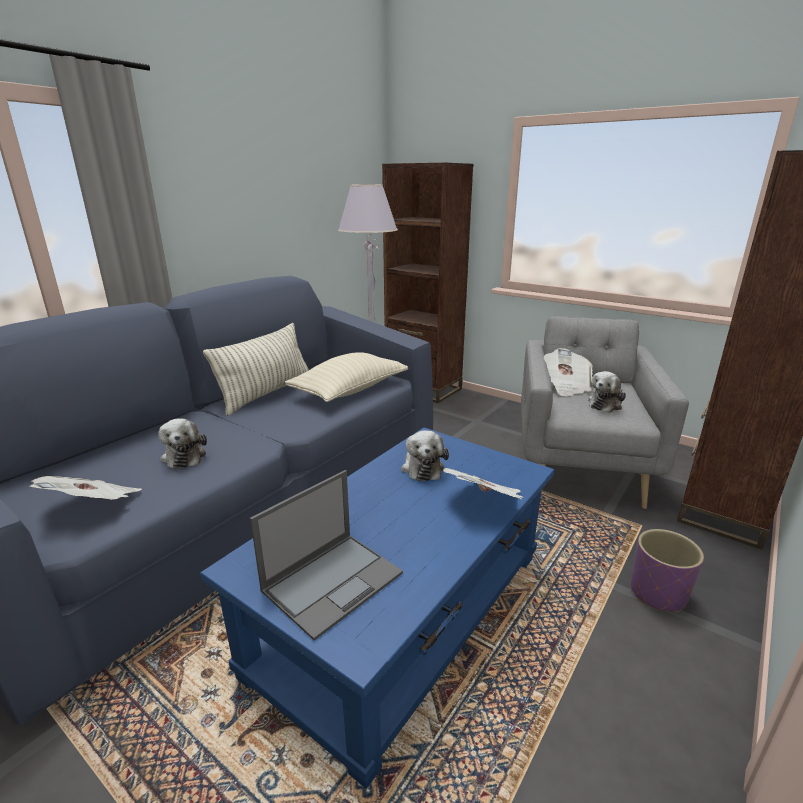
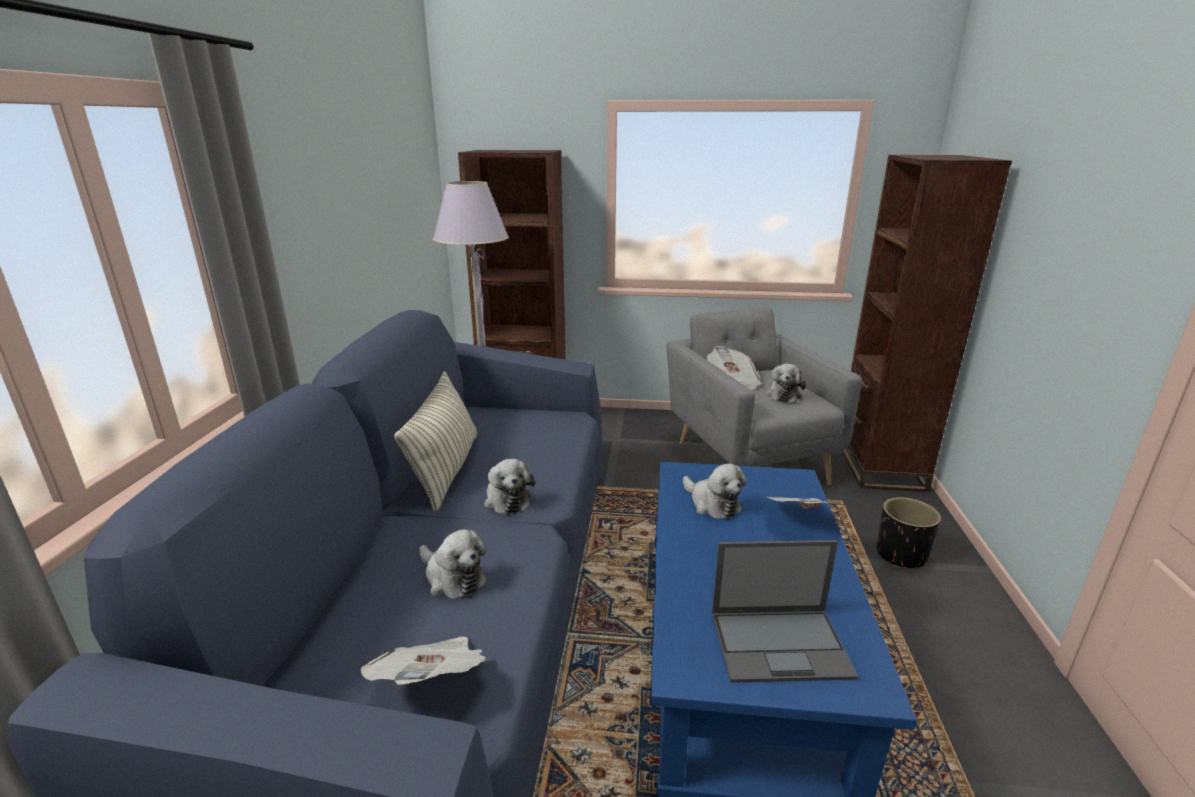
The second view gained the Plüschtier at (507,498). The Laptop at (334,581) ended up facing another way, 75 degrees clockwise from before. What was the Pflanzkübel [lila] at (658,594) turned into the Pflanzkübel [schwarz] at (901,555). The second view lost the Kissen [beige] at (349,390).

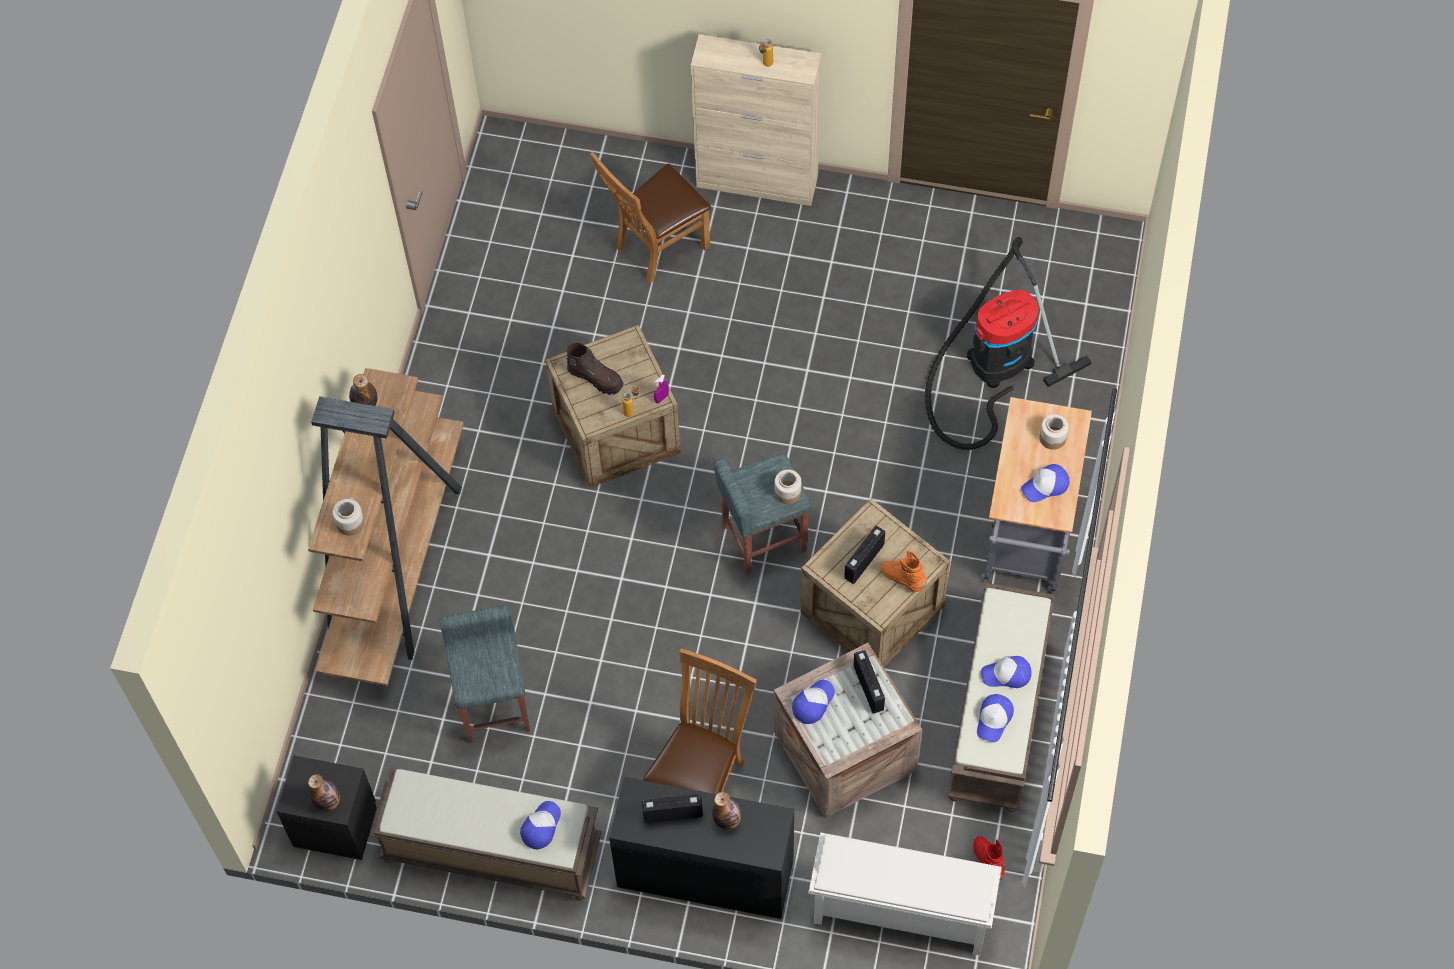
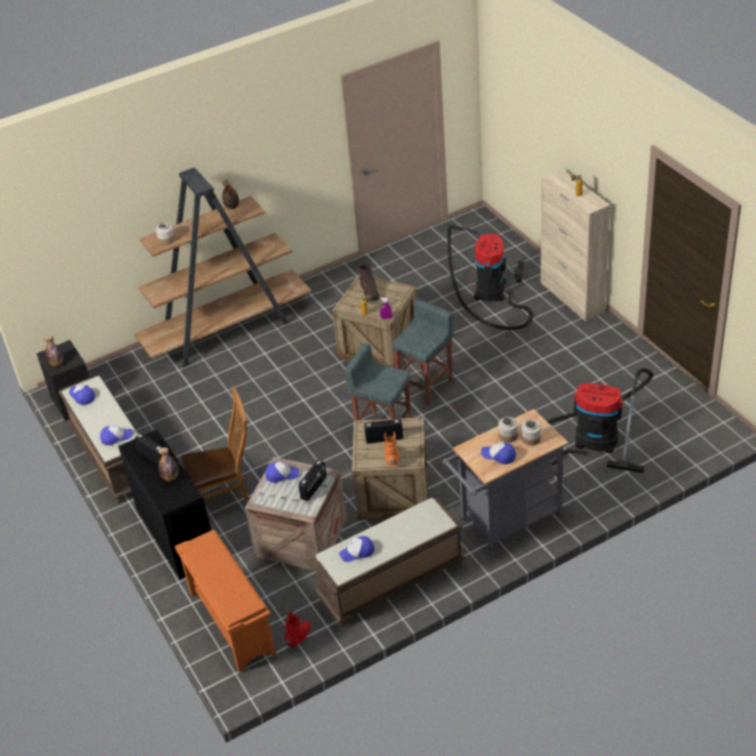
The Kappe ended up elsewhere, having gone from (1006,675) to (82,396). What was the Schuhregal [weiß] at (899,913) turned into the Schuhregal [orange] at (230,622). The Hocker [grau] ended up elsewhere, having gone from (495,704) to (426,386). Where the Stuhl [braun] stood at (656,248), the Staubsauger came to stand at (490,293). The Vorratsglas ended up elsewhere, having gone from (788,492) to (508,436).

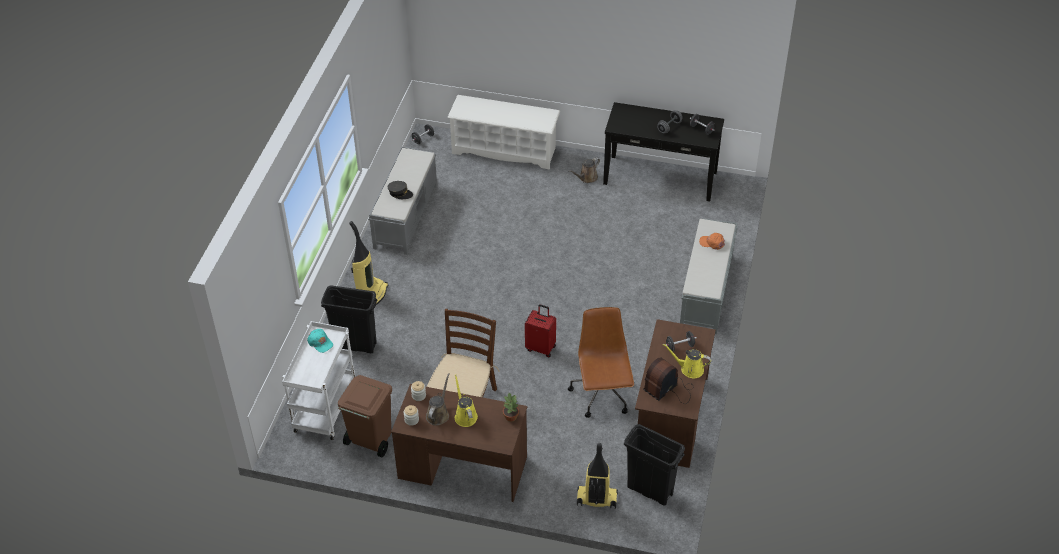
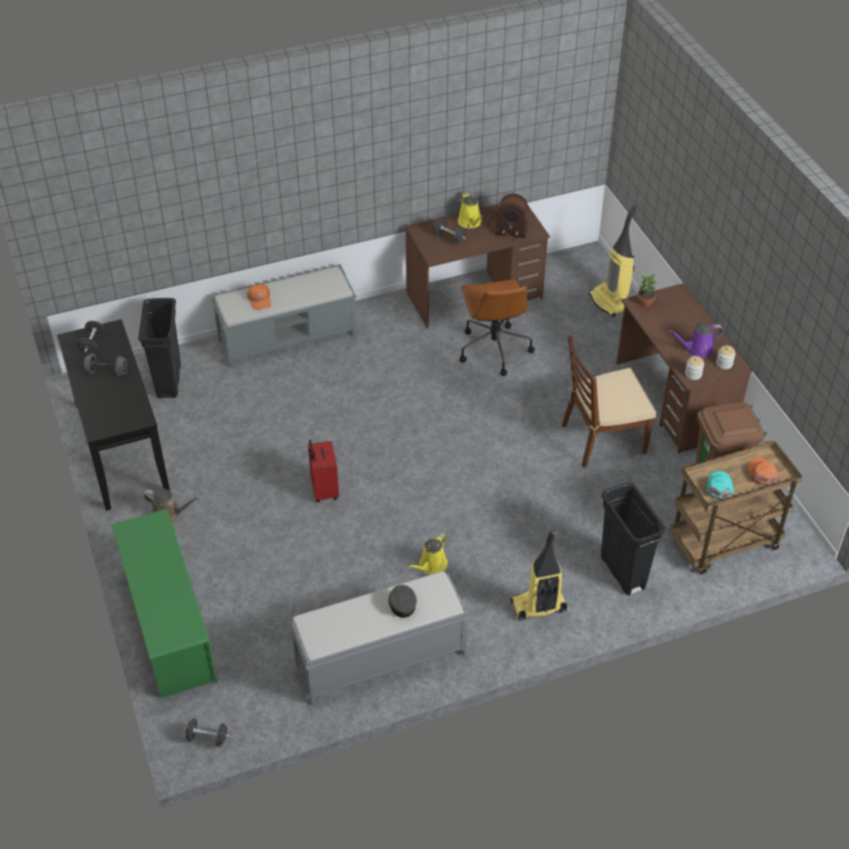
What was the Schuhregal [weiß] at (505,150) turned into the Schuhregal [grün] at (169,626). The Mülleimer [schwarz] ended up elsewhere, having gone from (650,490) to (169,381). The Koffer [rot] ended up elsewhere, having gone from (541,347) to (323,490). The Gießkanne [gelb] ended up elsewhere, having gone from (465,415) to (431,565). The Bürostuhl [braun] at (602,395) ended up facing another way, 60 degrees counterclockwise from before. What was the Gießkanne [braun] at (438,414) turned into the Gießkanne [lila] at (697,350). What was the Rollwagen [weiß] at (324,407) turned into the Rollwagen [braun] at (723,544). The second view gained the Kappe [orange] at (761,472).

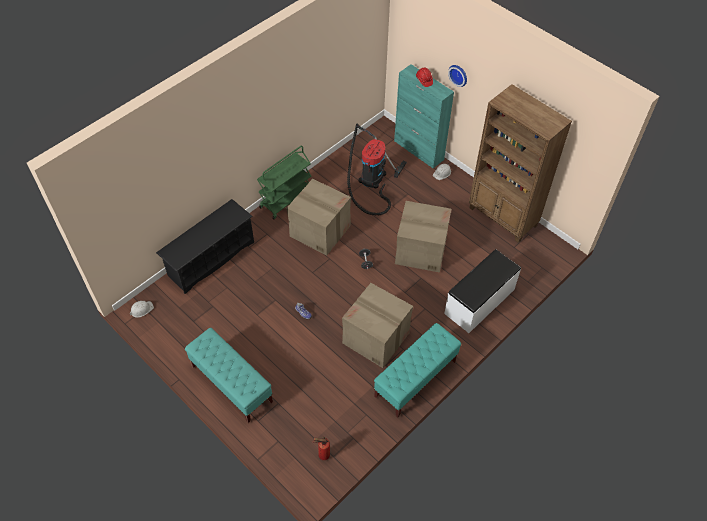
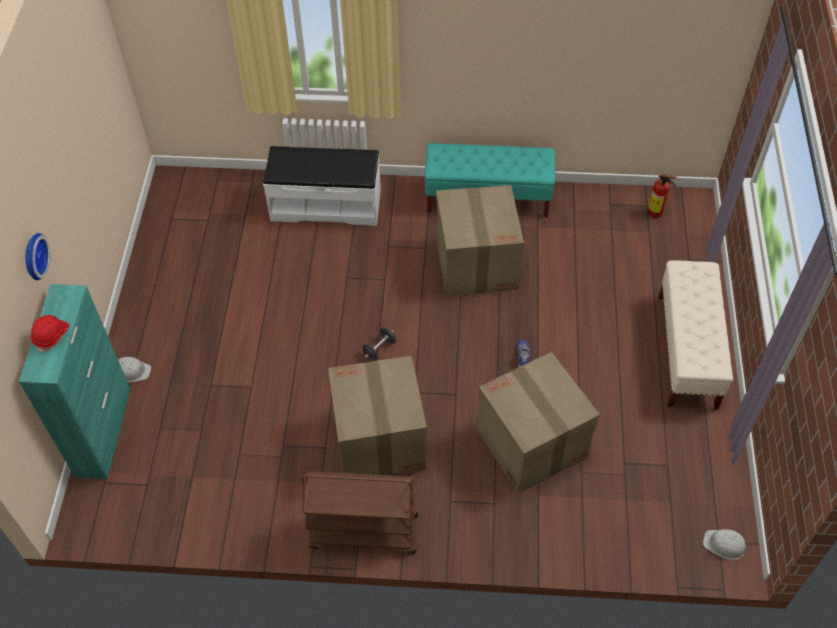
What was the Rollwagen [grün] at (286,199) turned into the Rollwagen [braun] at (362,532). The Karton ended up elsewhere, having gone from (420,250) to (532,443). What was the Bank [türkis] at (231,384) turned into the Bank [beige] at (687,352). The second view lost the Schuhregal [schwarz] at (211,259). The second view lost the Staubsauger at (371,180). The second view lost the Bücherregal [braun] at (503,217).

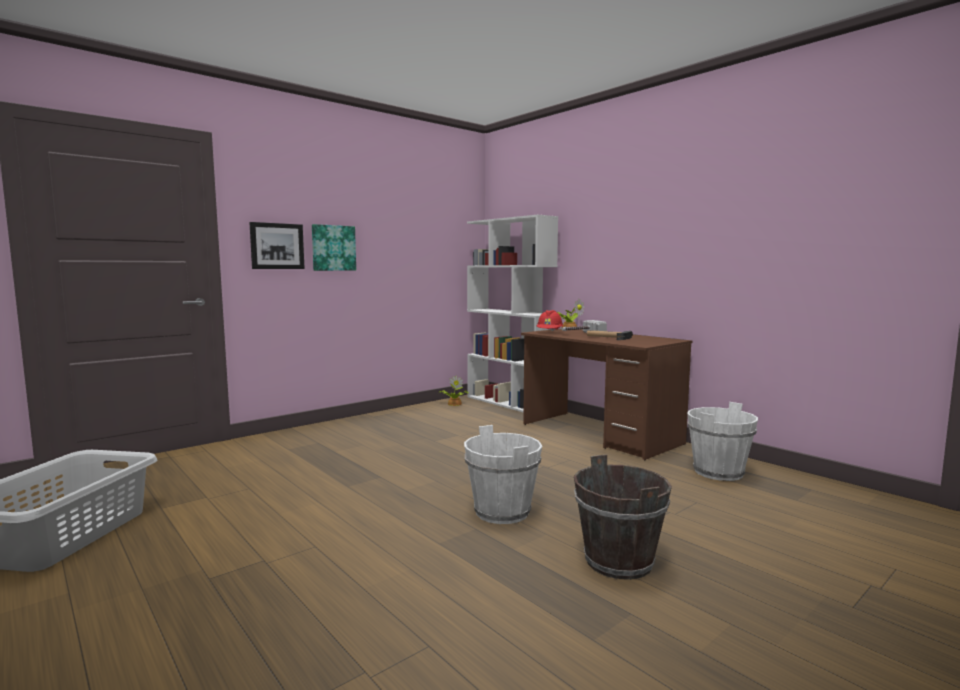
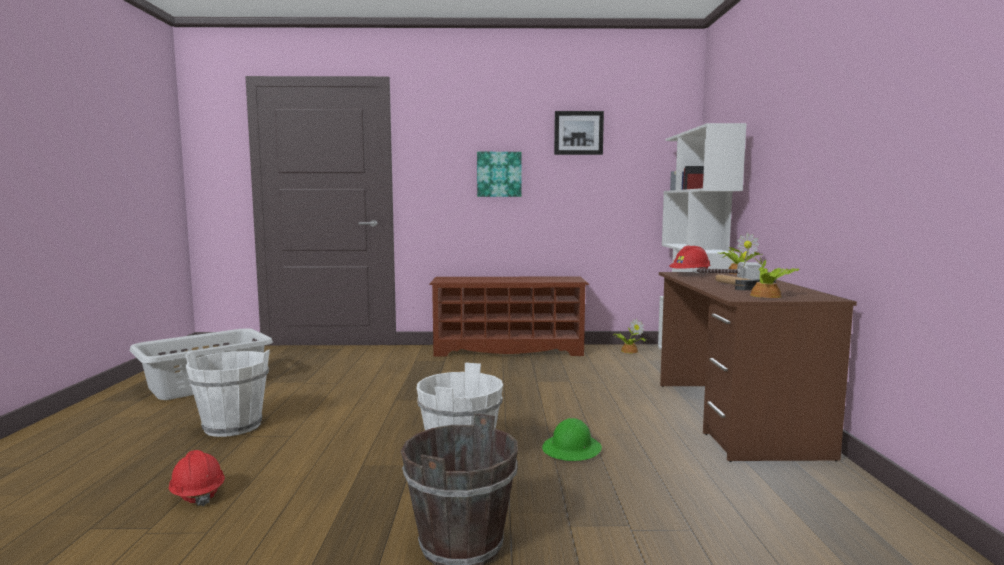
The second view gained the Schutzhelm [rot] at (197,494). The Eimer [weiß] ended up elsewhere, having gone from (718,472) to (232,426). The second view gained the Schuhregal [braun] at (509,350). The second view gained the Schutzhelm [grün] at (572,449). The Bild ended up elsewhere, having gone from (277,246) to (578,133). The second view gained the Topfpflanze at (767,296).

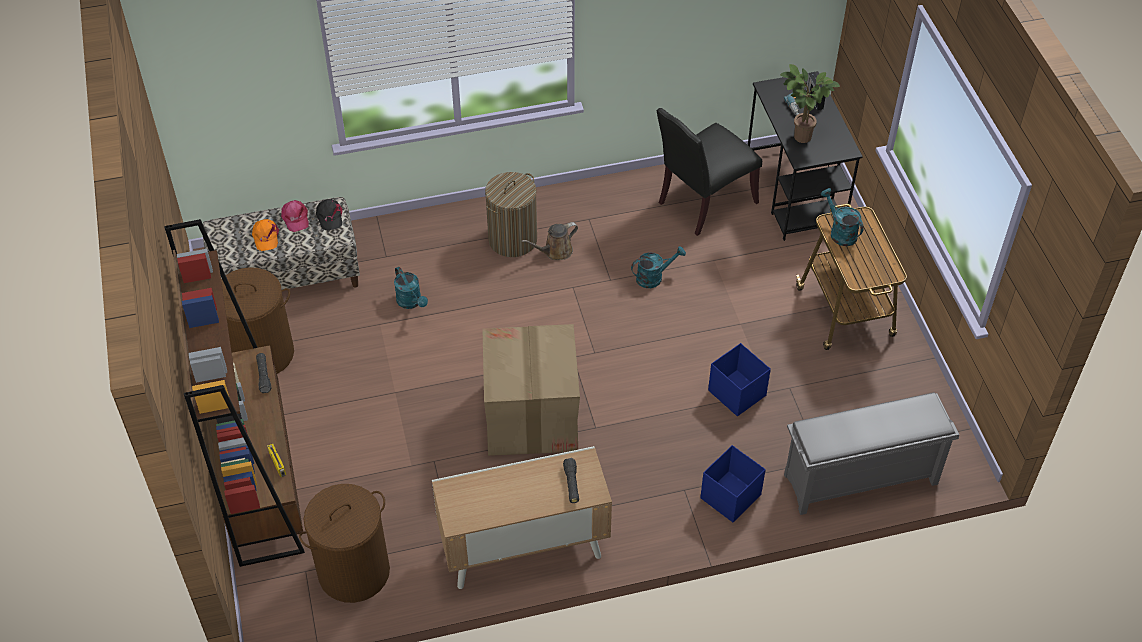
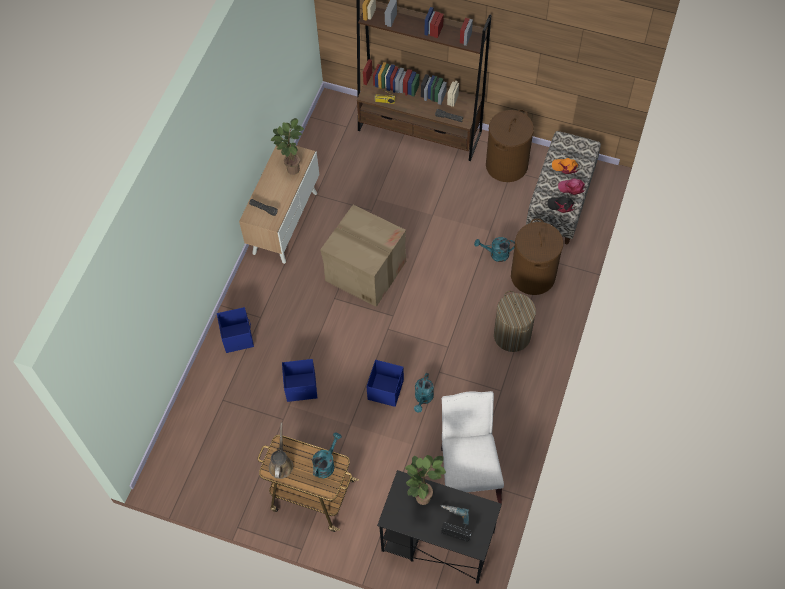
The Gießkanne [braun] ended up elsewhere, having gone from (555,251) to (281,464). The second view gained the Topfpflanze at (292,167). The Gießkanne [türkis] at (840,232) ended up facing another way, 60 degrees counterclockwise from before. The second view gained the Aufbewahrungsbox [blau] at (386,389). What was the Stuhl [schwarz] at (703,203) turned into the Stuhl [weiß] at (467,472). The Wäschekorb [braun] ended up elsewhere, having gone from (354,571) to (533,276). The second view lost the Schuhregal [grau] at (859,480).

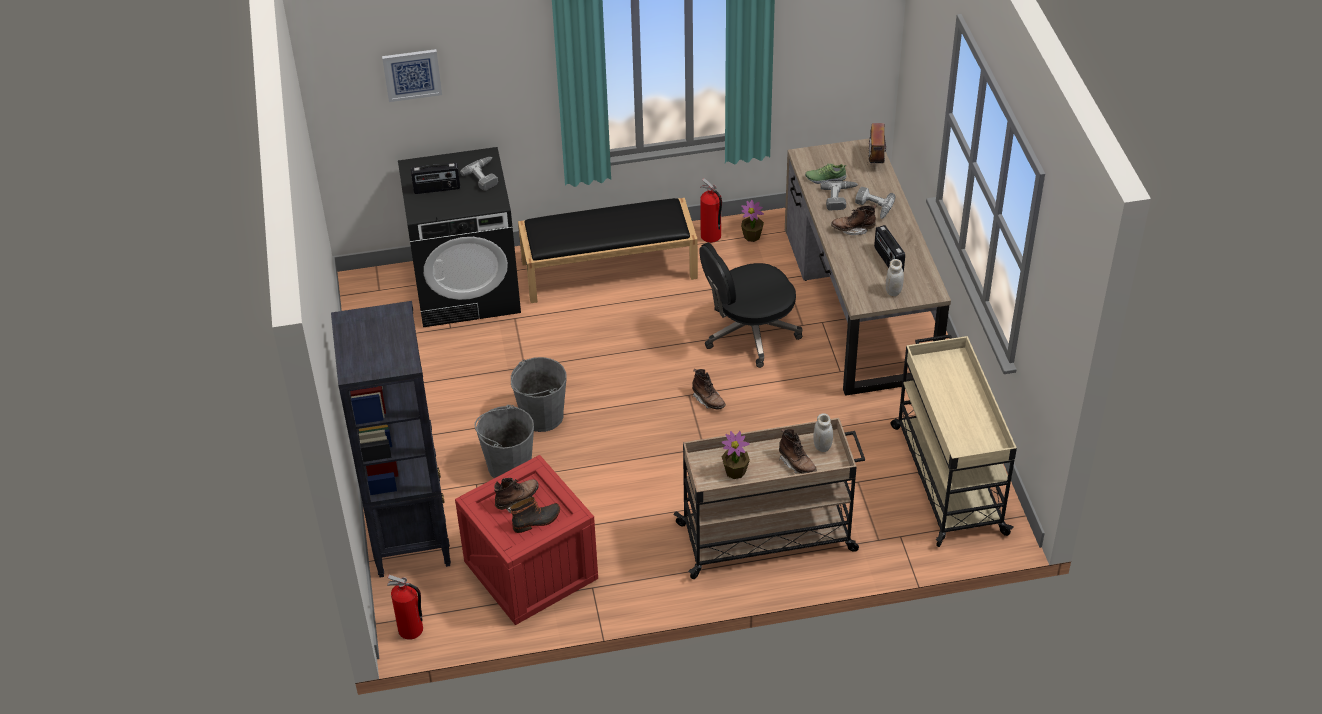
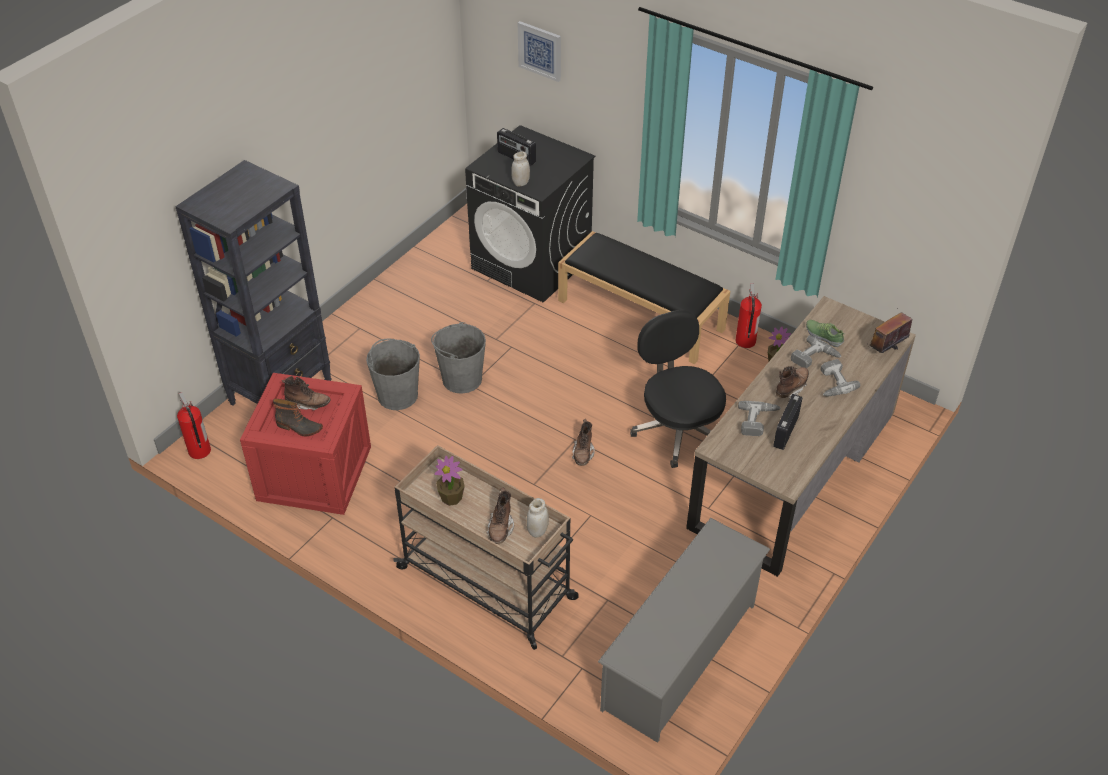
The Vorratsglas [weiß] ended up elsewhere, having gone from (893,291) to (521,183). Where the Rollwagen [beige] stood at (947,478), the Schuhregal [grau] came to stand at (680,656). The Bürostuhl [schwarz] at (749,333) ended up facing another way, 45 degrees clockwise from before. The Bohrmaschine ended up elsewhere, having gone from (485,176) to (758,421). The Stiefel [braun] at (853,229) ended up facing another way, 90 degrees clockwise from before.

